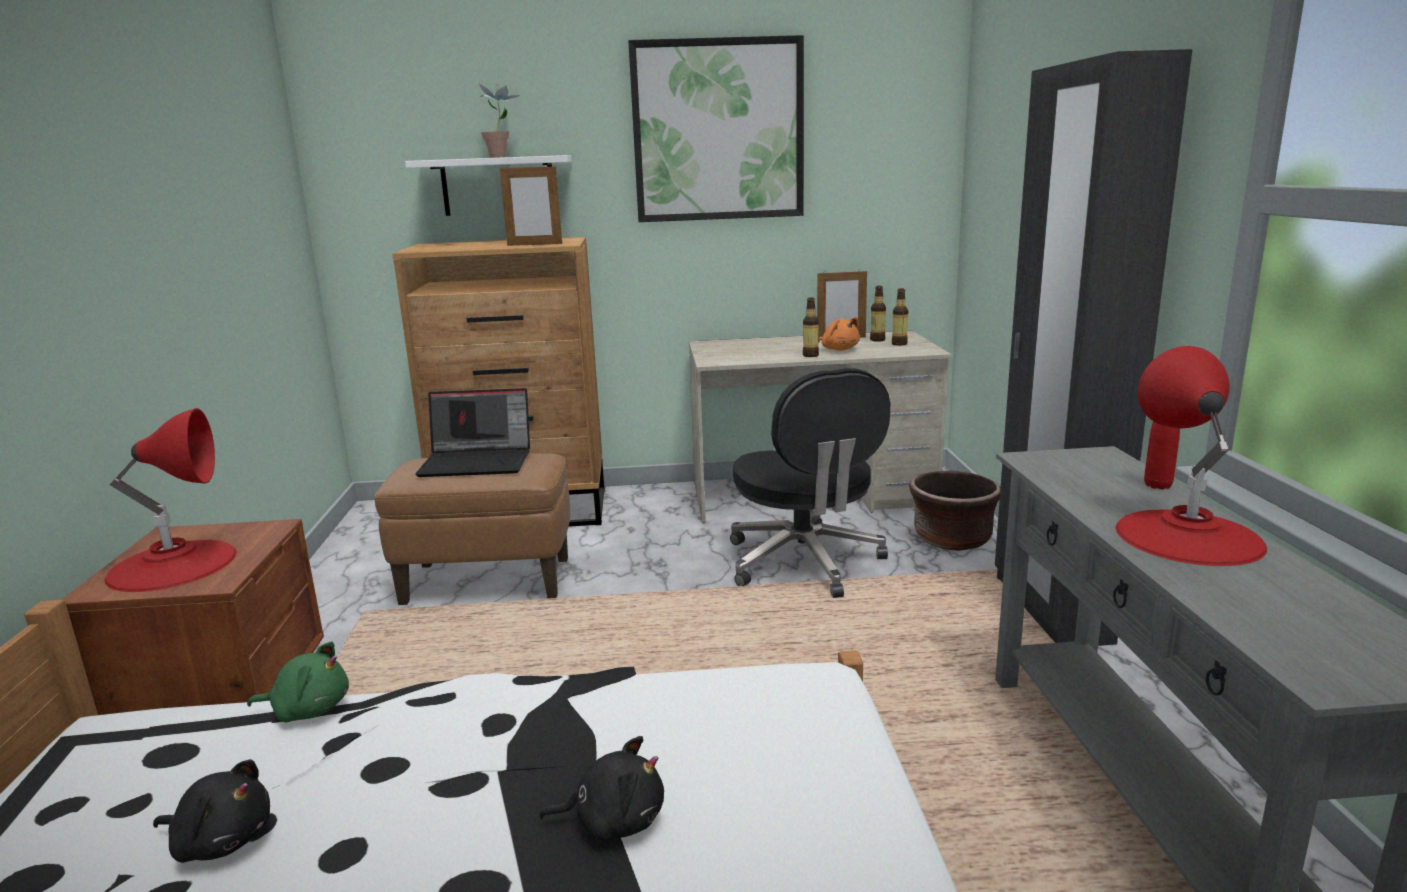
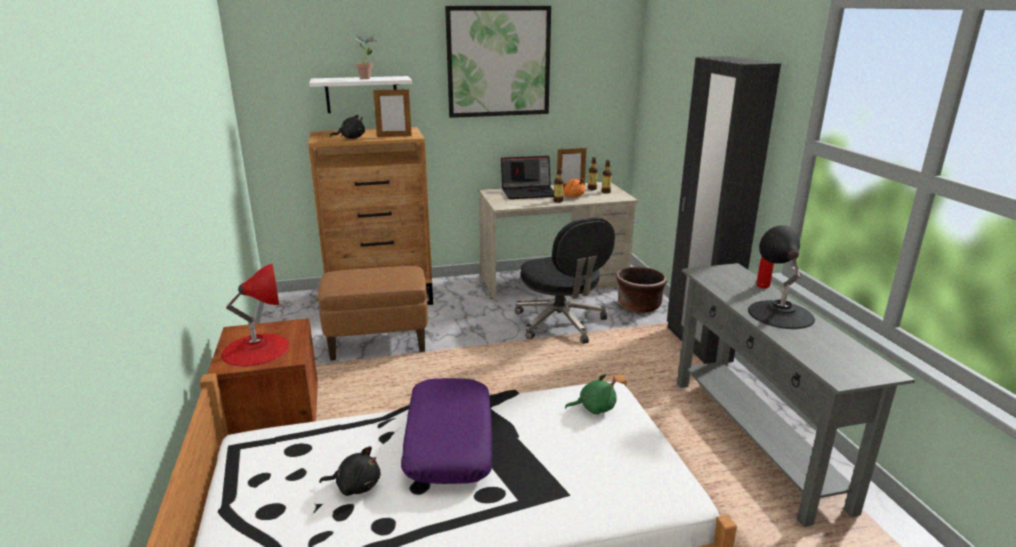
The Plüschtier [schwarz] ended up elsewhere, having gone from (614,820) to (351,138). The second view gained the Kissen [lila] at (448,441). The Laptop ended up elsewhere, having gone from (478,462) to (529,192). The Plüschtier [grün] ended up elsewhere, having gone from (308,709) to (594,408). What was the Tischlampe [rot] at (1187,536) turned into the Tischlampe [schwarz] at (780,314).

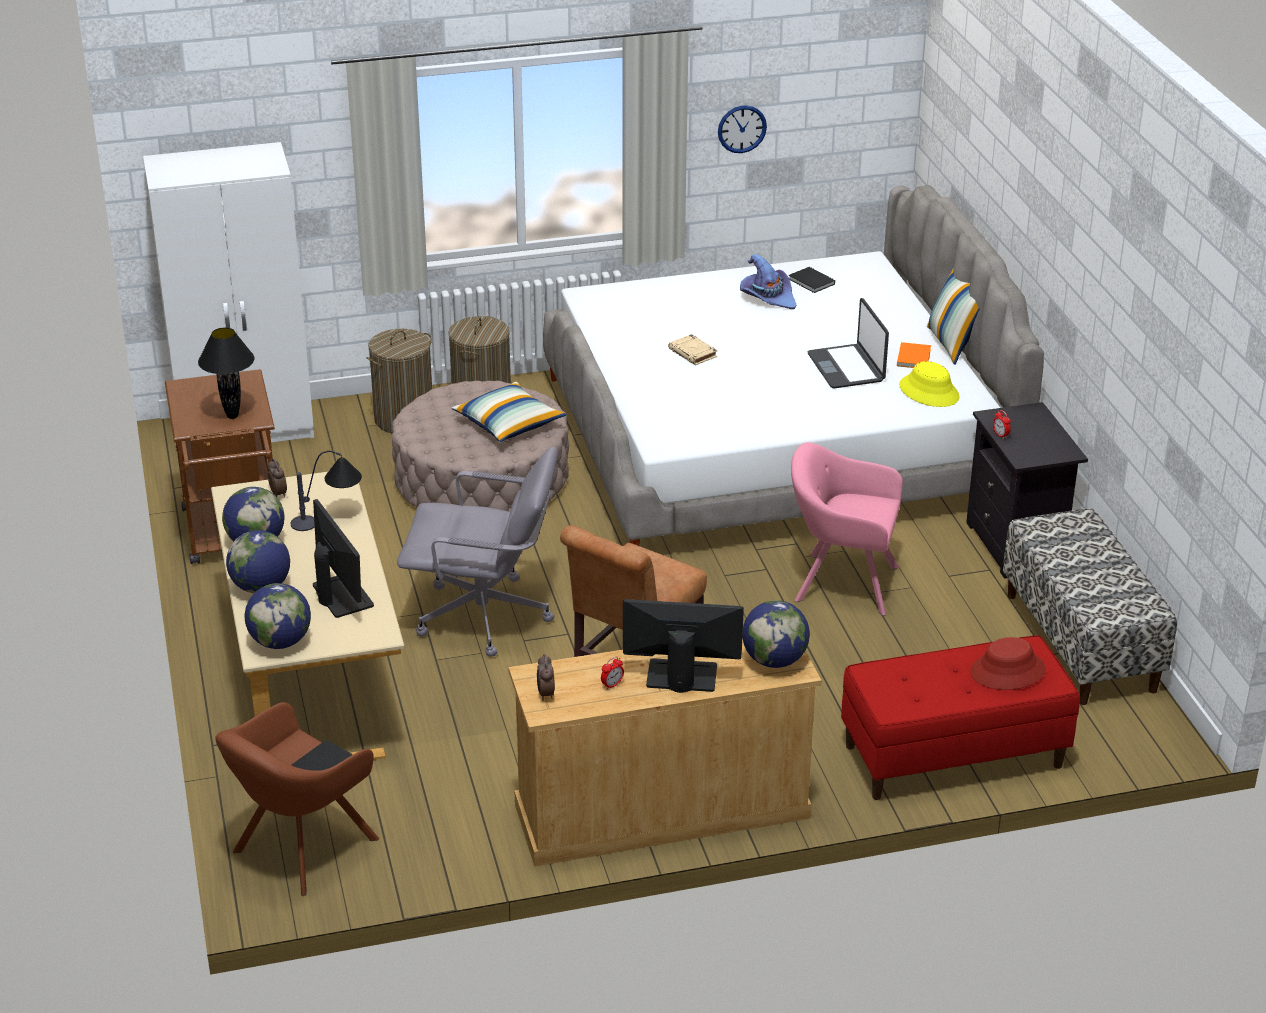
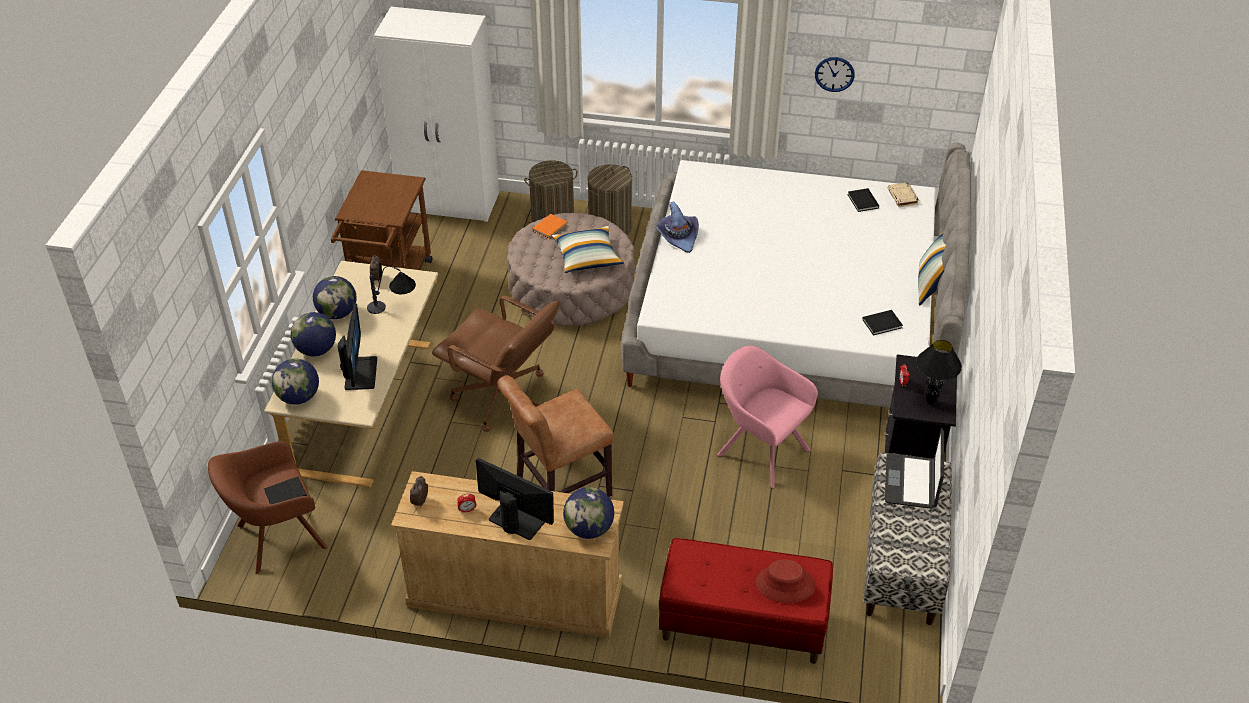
What was the Bürostuhl [grau] at (484,617) turned into the Bürostuhl [braun] at (502,398). The Buch [orange] ended up elsewhere, having gone from (914,357) to (551,227). The Hut [lila] ended up elsewhere, having gone from (767,297) to (678,236). Where the Hut [gelb] stood at (929,391), the Buch [schwarz] came to stand at (883,324). The Laptop ended up elsewhere, having gone from (847,368) to (911,482). The Buch [beige] ended up elsewhere, having gone from (693,353) to (903,197). The Tischlampe [schwarz] ended up elsewhere, having gone from (233,416) to (931,401).

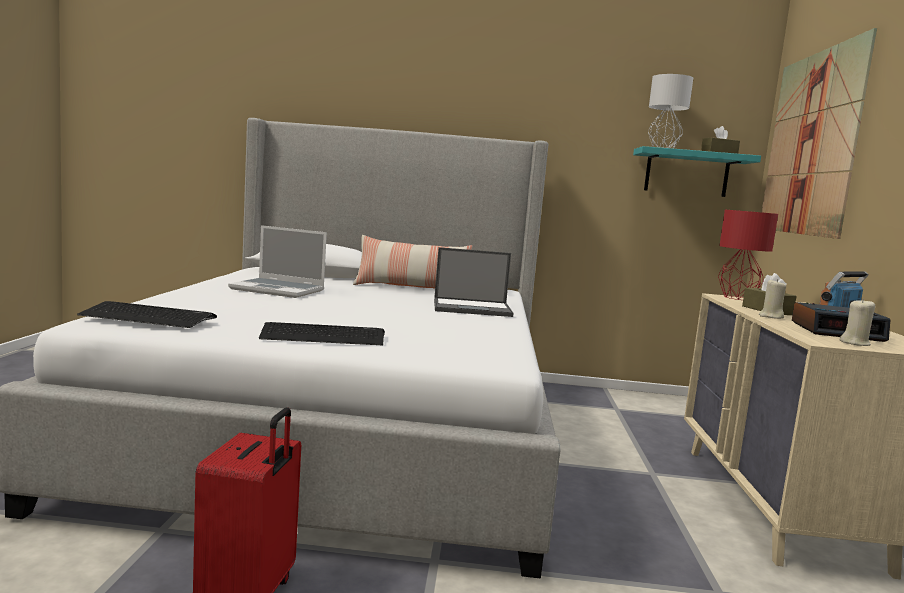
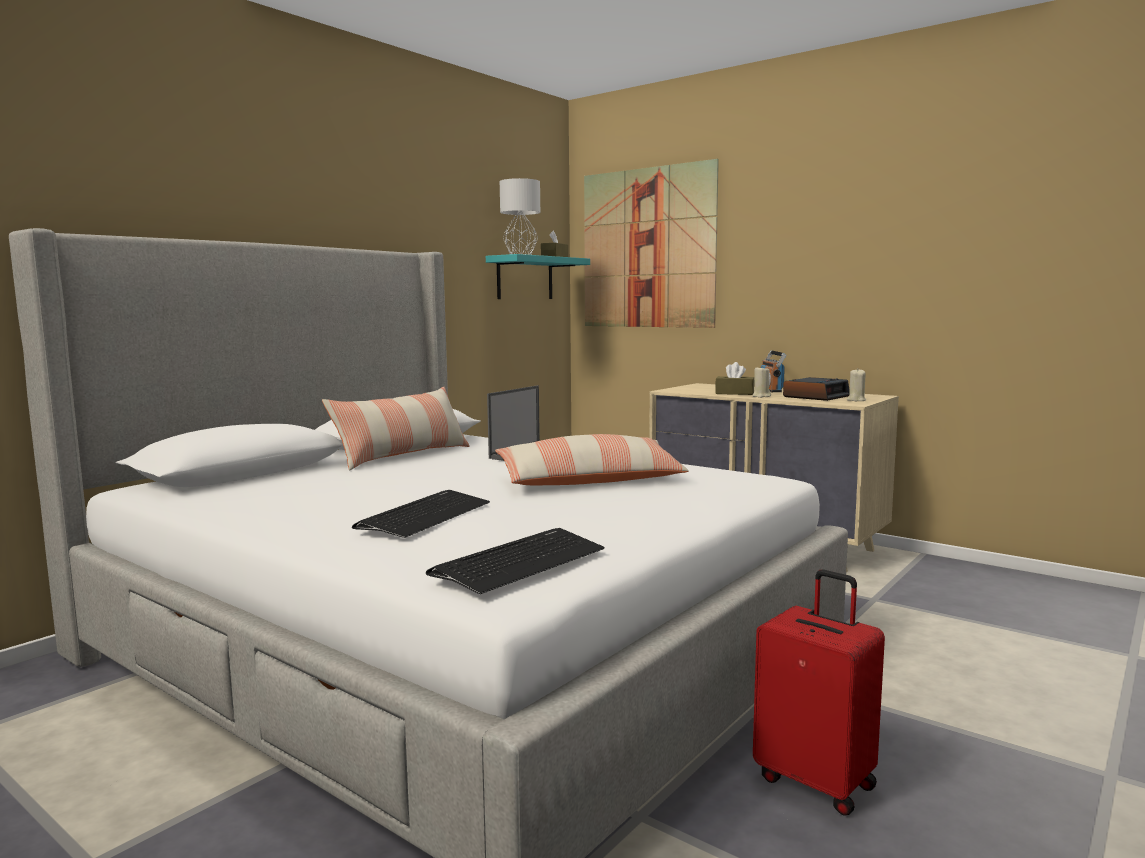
The Tastatur ended up elsewhere, having gone from (323,336) to (425,515). The second view gained the Kissen at (590,481). The second view lost the Laptop at (279,290). The second view lost the Tischlampe [rot] at (736,298).

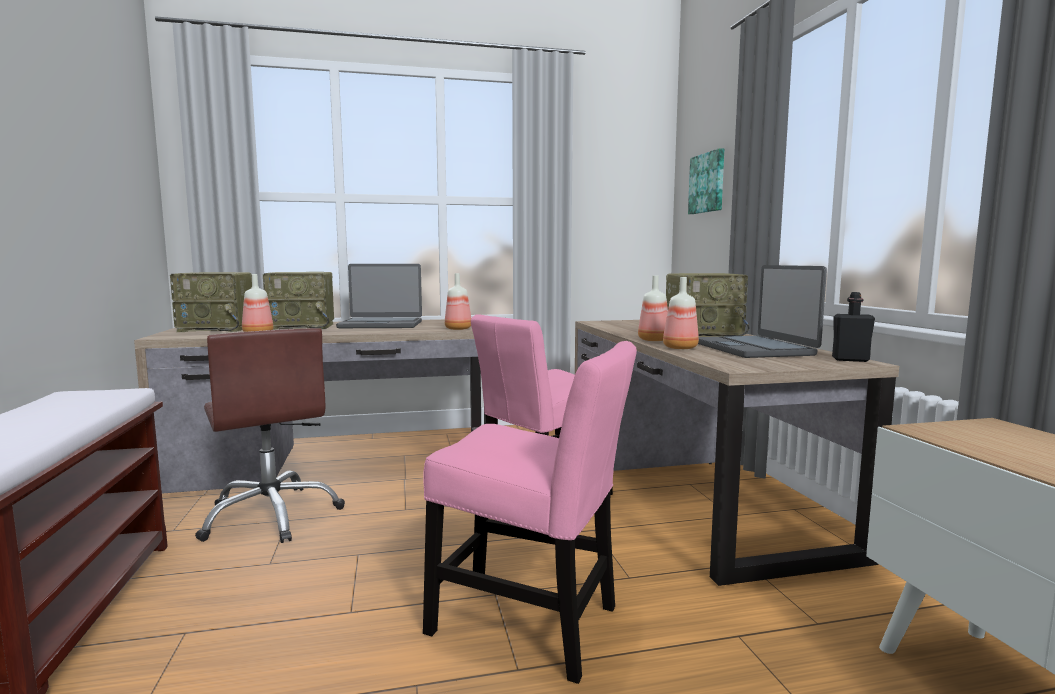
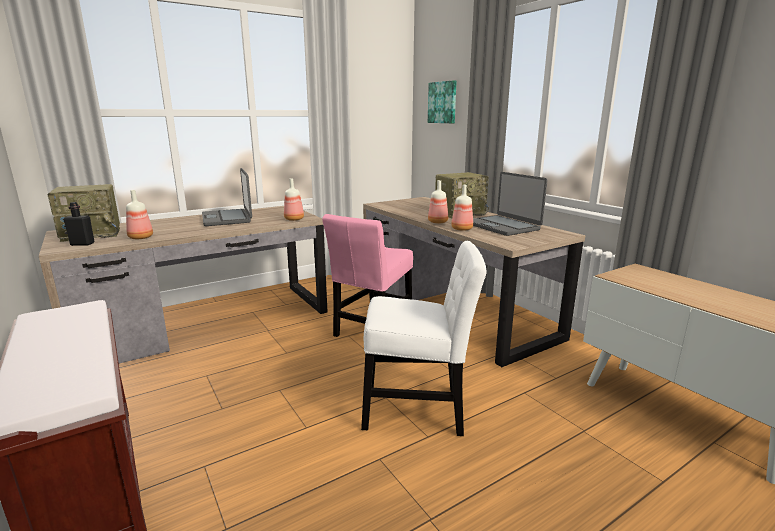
The Flasche [schwarz] ended up elsewhere, having gone from (850,360) to (82,244). The Laptop at (381,325) ended up facing another way, 90 degrees clockwise from before. What was the Stuhl [rosa] at (532,624) turned into the Stuhl [weiß] at (419,410). The second view lost the Bürostuhl [braun] at (272,515). The second view lost the Radio at (303,326).

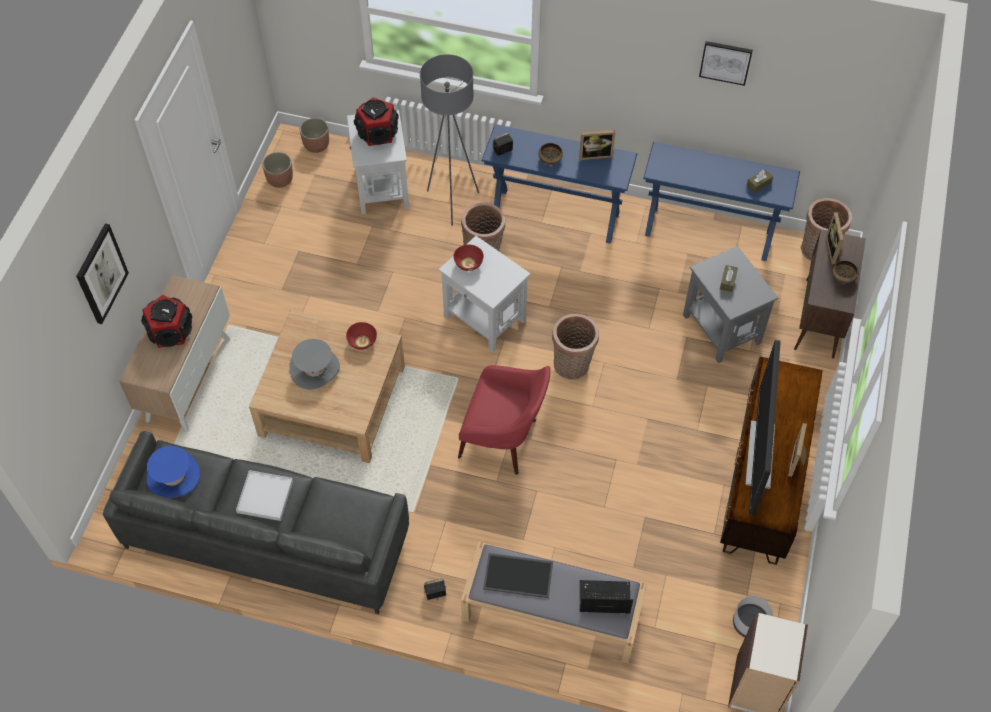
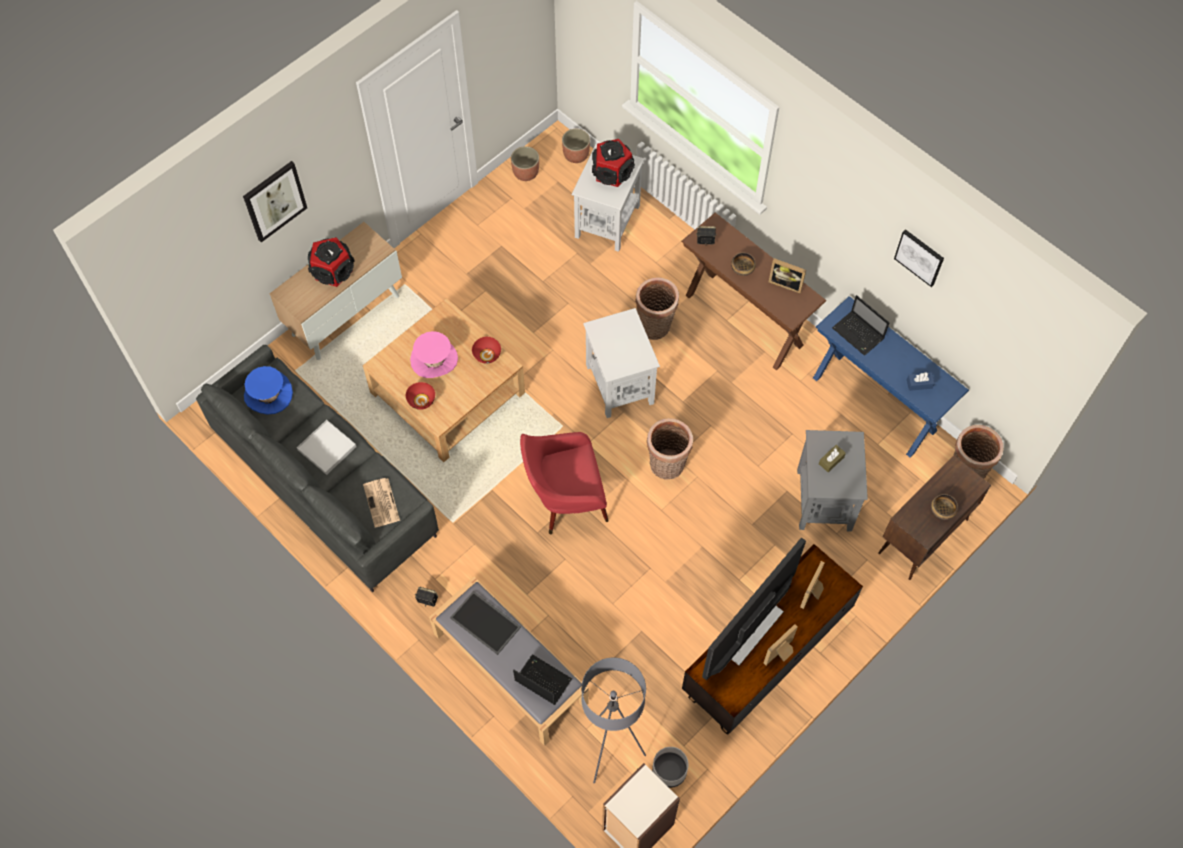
The second view gained the Zeitung at (382,503). The Schüssel [rot] ended up elsewhere, having gone from (468,263) to (422,400). What was the Hut [grau] at (314,368) turned into the Hut [rosa] at (434,359). The Sessel [rot] at (503,440) ended up facing another way, 120 degrees clockwise from before. The Stehlampe [grau] ended up elsewhere, having gone from (452,202) to (610,752). What was the Konsolentisch [blau] at (556,215) turned into the Konsolentisch [braun] at (744,320). The Bilderrahmen ended up elsewhere, having gone from (834,250) to (813,594). The second view gained the Laptop at (859,334). What was the Taschentuchbox [braun] at (758,184) turned into the Taschentuchbox [blau] at (919,384).

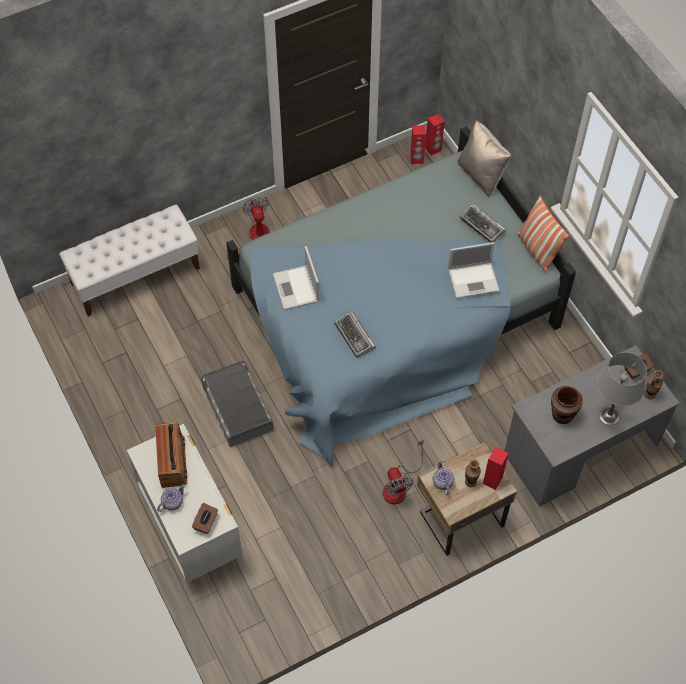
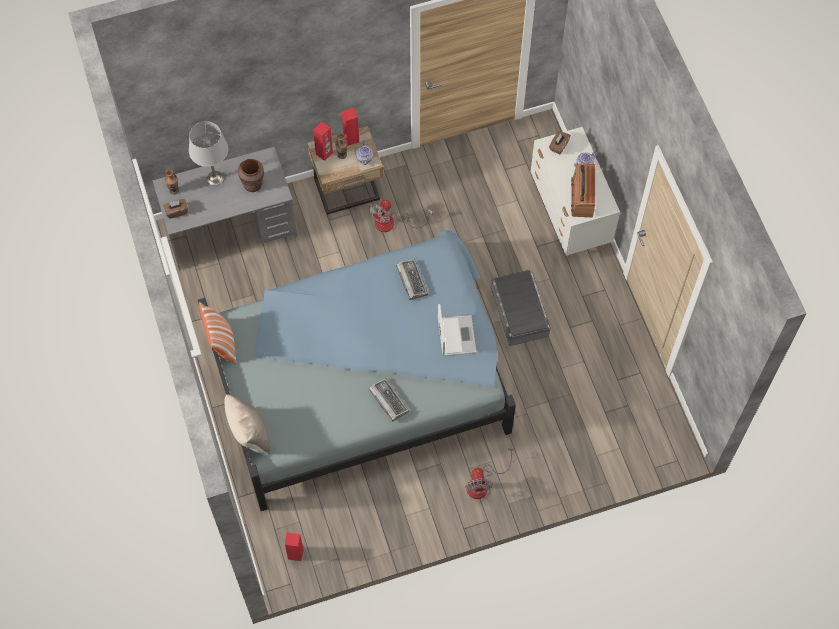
The Lautsprecher [rot] ended up elsewhere, having gone from (433,149) to (351,139). The Ventilator at (399,486) ended up facing another way, 135 degrees counterclockwise from before. The Tastatur ended up elsewhere, having gone from (482,226) to (388,400). The second view lost the Bank [weiß] at (135,275). The second view lost the Laptop at (474,279).

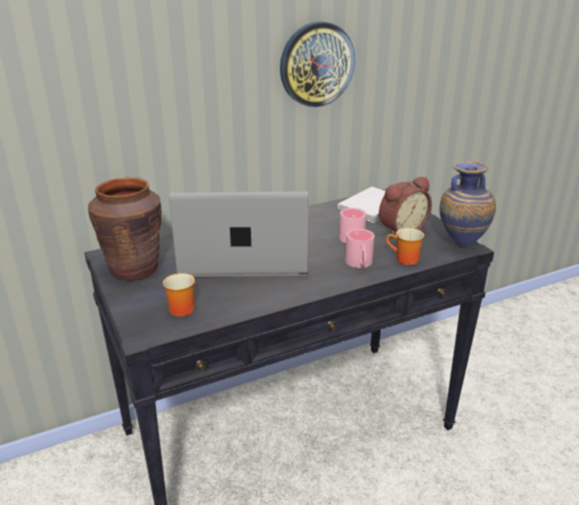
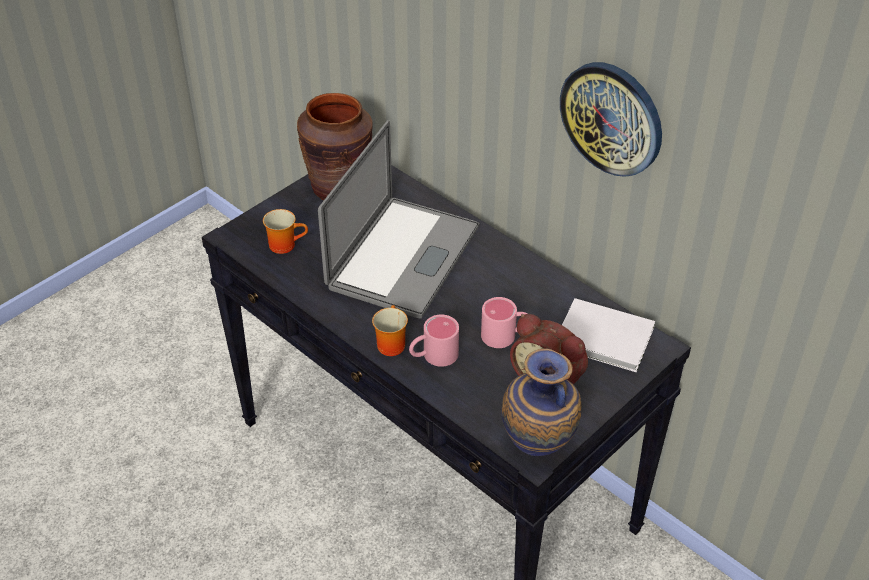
The Laptop at (244,256) ended up facing another way, 45 degrees clockwise from before. The Henkelbecher ended up elsewhere, having gone from (404,260) to (389,343).

